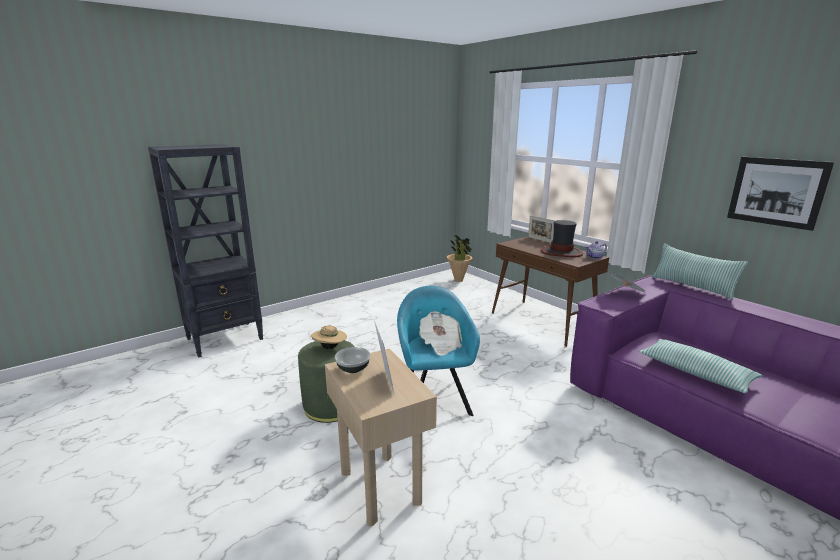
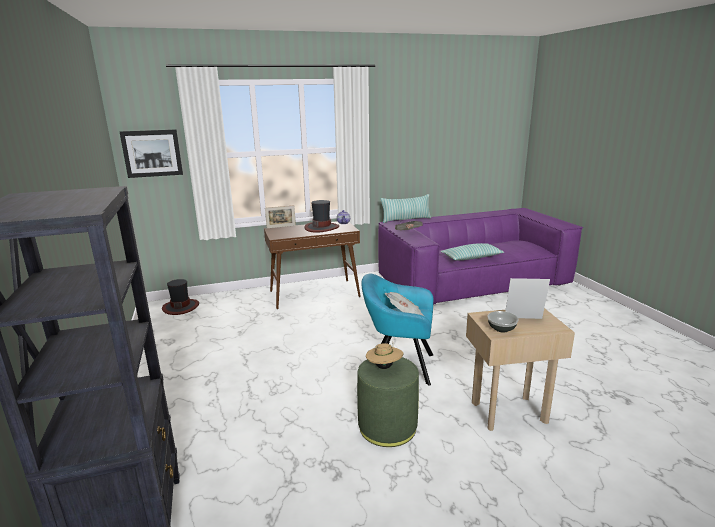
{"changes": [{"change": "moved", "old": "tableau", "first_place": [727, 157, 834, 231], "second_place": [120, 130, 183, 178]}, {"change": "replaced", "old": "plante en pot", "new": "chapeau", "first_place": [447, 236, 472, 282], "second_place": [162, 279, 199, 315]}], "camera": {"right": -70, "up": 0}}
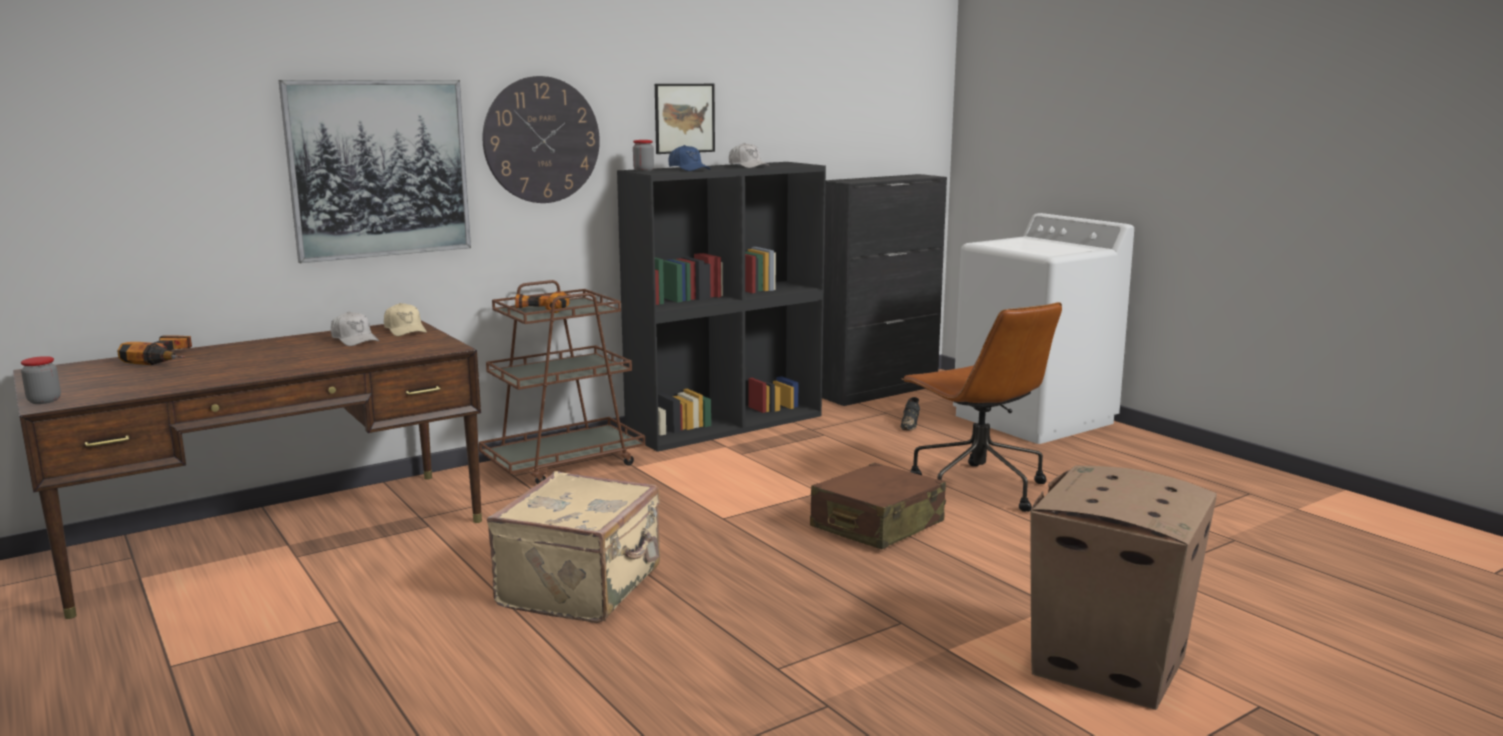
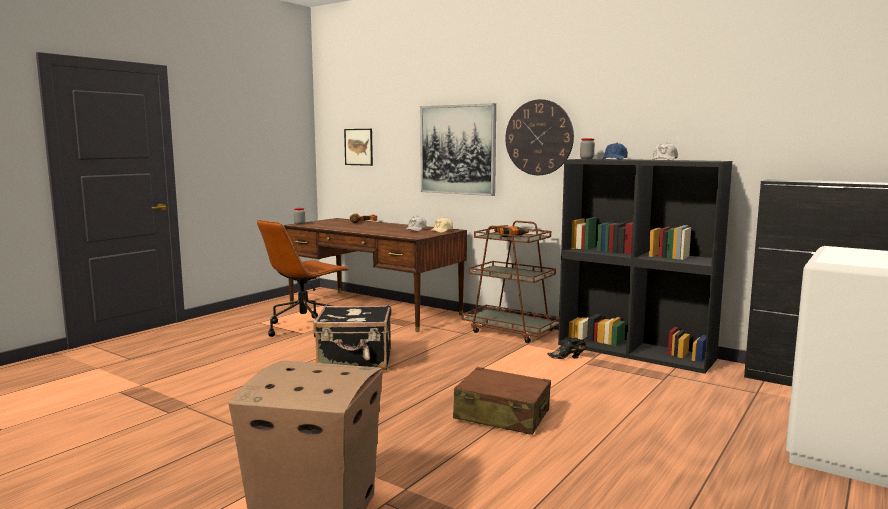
{"changes": [{"change": "moved", "old": "chaise de bureau/marron", "first_place": [902, 302, 1062, 512], "second_place": [257, 220, 349, 338]}, {"change": "recoloured", "old": "valise/beige", "new": "valise/noir", "first_place": [487, 471, 660, 623], "second_place": [313, 305, 391, 370]}, {"change": "moved", "old": "tableau", "first_place": [655, 84, 715, 154], "second_place": [344, 129, 373, 166]}, {"change": "moved", "old": "chaussure/noir", "first_place": [900, 397, 920, 430], "second_place": [547, 339, 586, 359]}], "camera": {"right": 70, "up": -5}}
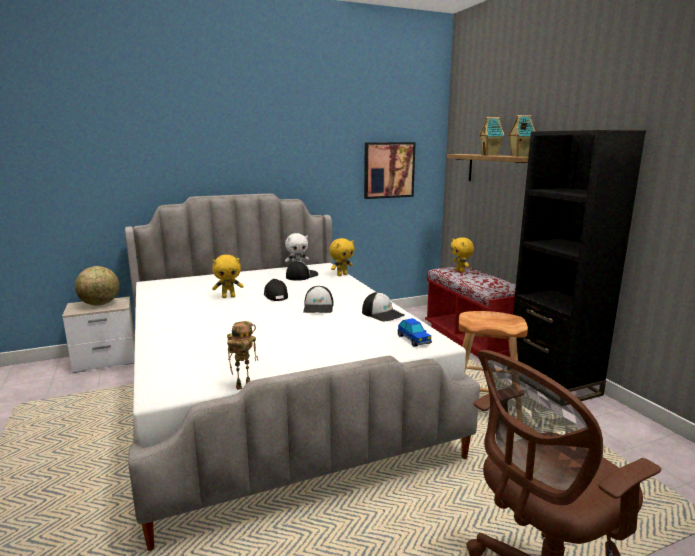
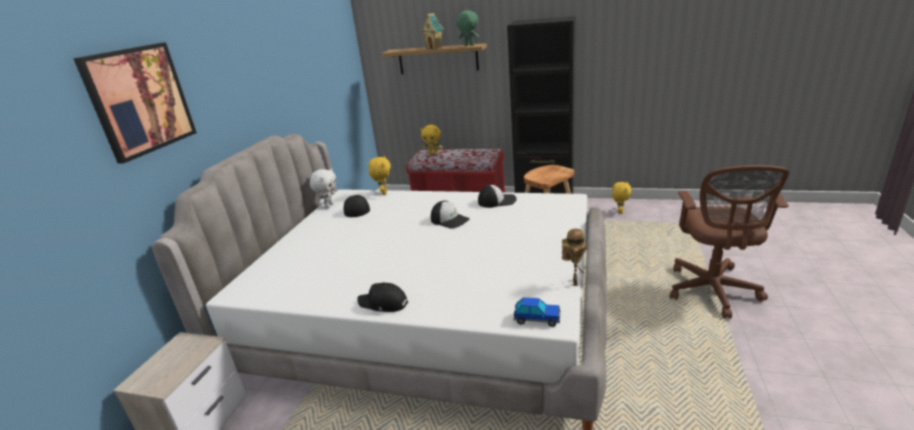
{"changes": [{"change": "moved", "old": "tableau", "first_place": [364, 142, 416, 199], "second_place": [73, 42, 197, 164]}, {"change": "moved", "old": "casquette/noir", "first_place": [264, 279, 288, 301], "second_place": [357, 282, 408, 312]}, {"change": "replaced", "old": "maison miniature", "new": "peluche/vert", "first_place": [508, 115, 535, 157], "second_place": [456, 10, 479, 46]}, {"change": "moved", "old": "petite voiture", "first_place": [397, 318, 432, 347], "second_place": [514, 297, 560, 327]}, {"change": "moved", "old": "peluche/jaune", "first_place": [212, 255, 244, 298], "second_place": [612, 182, 632, 214]}, {"change": "removed", "old": "globe", "first_place": [75, 266, 119, 306]}], "camera": {"right": -50, "up": 10}}
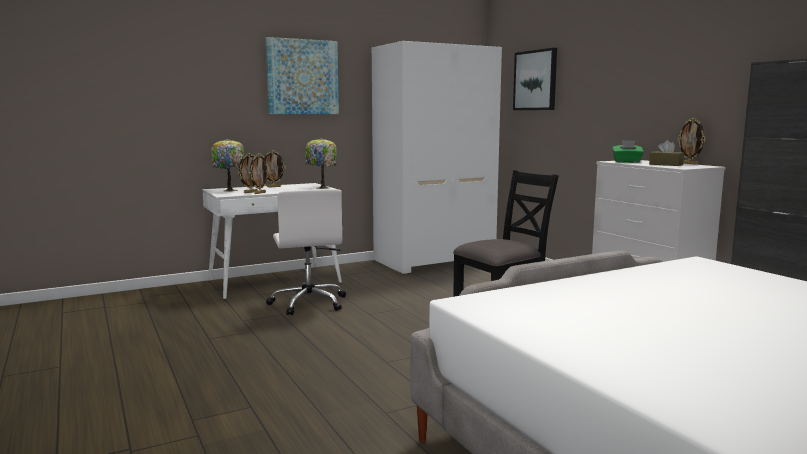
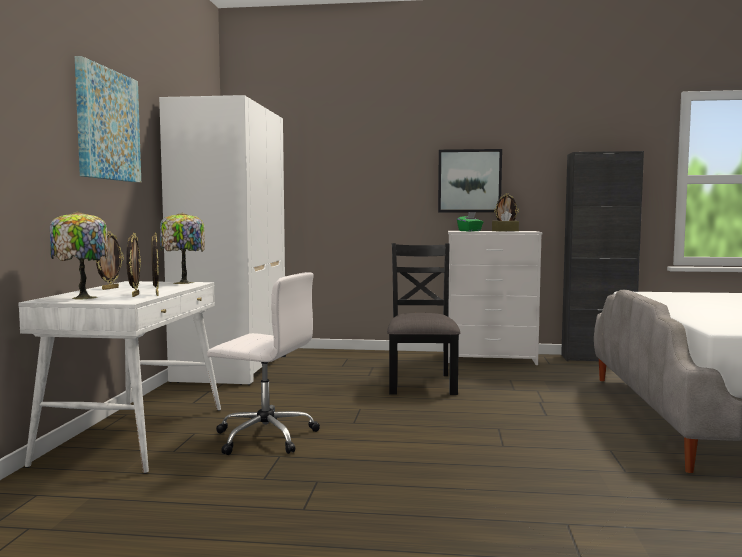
{"changes": [{"change": "moved", "old": "tableau", "first_place": [513, 48, 557, 110], "second_place": [438, 149, 502, 212]}], "camera": {"right": -55, "up": -5}}
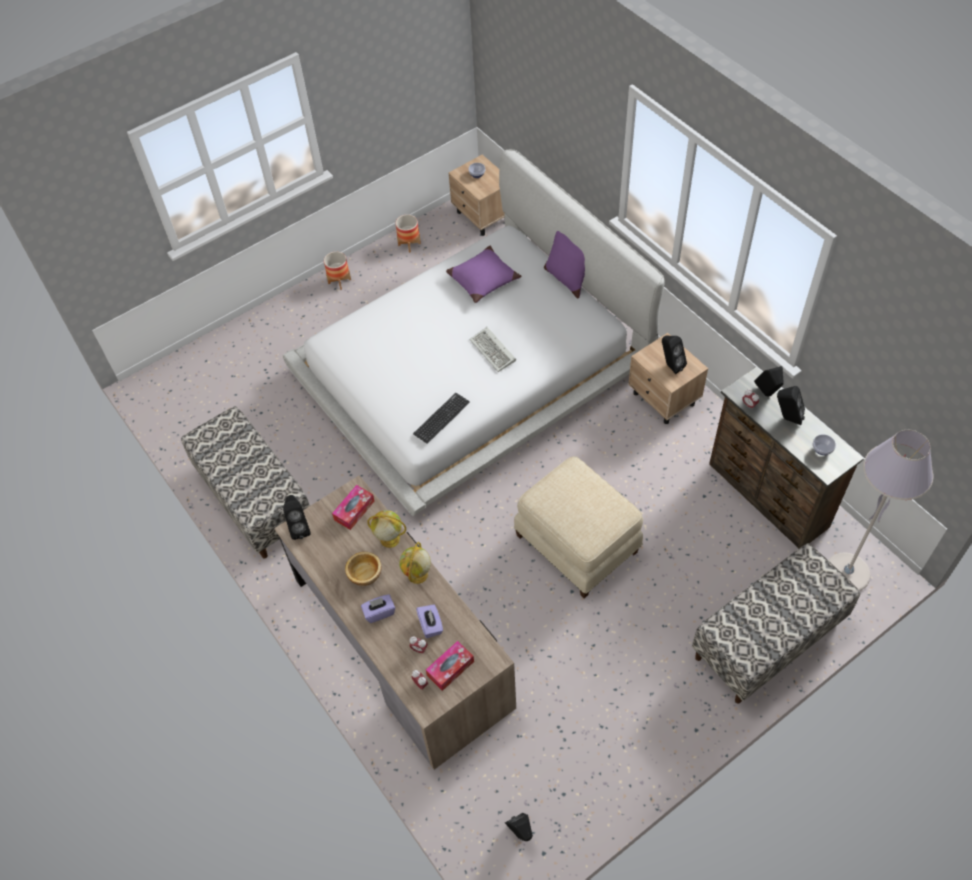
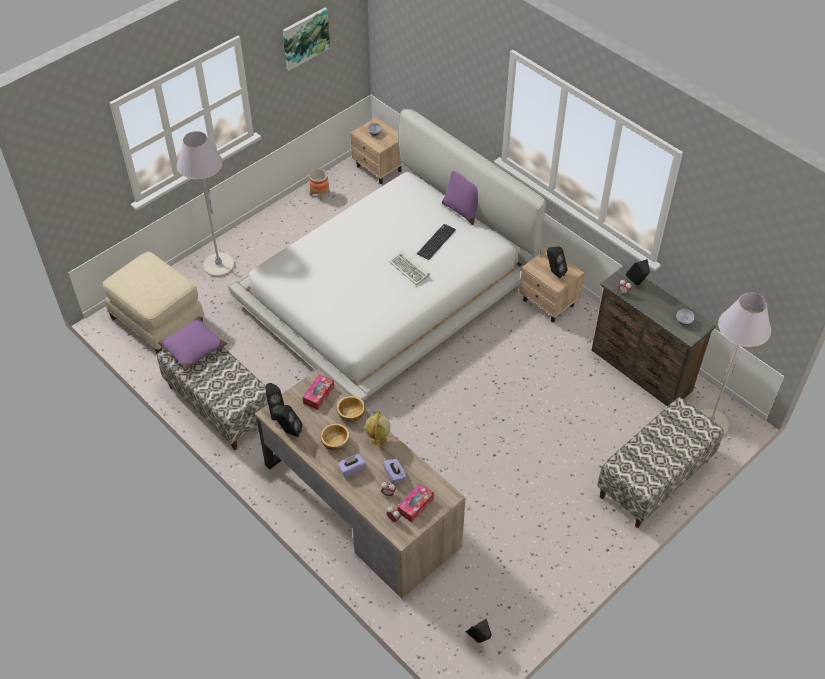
{"changes": [{"change": "moved", "old": "pouf/beige", "first_place": [514, 456, 643, 598], "second_place": [103, 252, 204, 354]}, {"change": "moved", "old": "coussin/violet", "first_place": [446, 246, 521, 303], "second_place": [158, 316, 227, 371]}, {"change": "added", "new": "lampadaire/gris", "second_place": [177, 131, 235, 277]}, {"change": "moved", "old": "enceinte/noir", "first_place": [777, 386, 805, 425], "second_place": [273, 405, 302, 437]}, {"change": "added", "new": "tableau", "second_place": [283, 8, 330, 71]}, {"change": "replaced", "old": "globe", "new": "bol", "first_place": [367, 510, 406, 548], "second_place": [337, 396, 365, 422]}, {"change": "moved", "old": "clavier", "first_place": [413, 393, 470, 444], "second_place": [417, 224, 456, 260]}, {"change": "removed", "old": "cache-pot", "first_place": [324, 252, 351, 290]}], "camera": {"right": -10, "up": -5}}
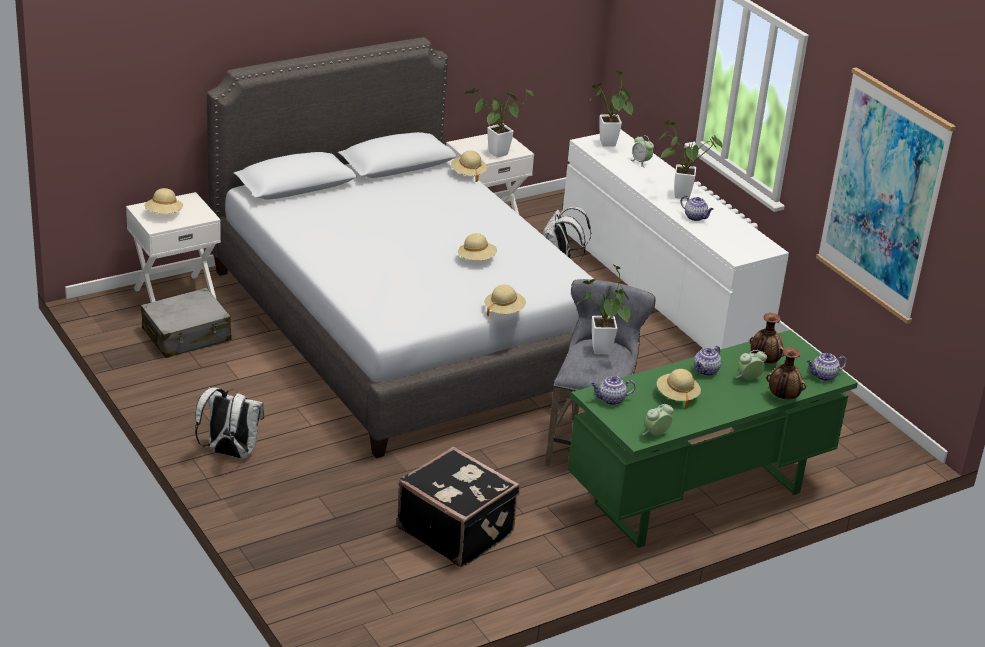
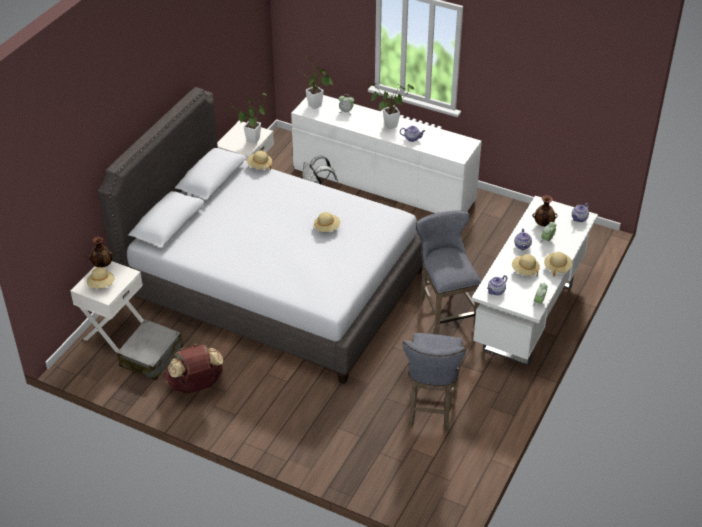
{"changes": [{"change": "moved", "old": "vase", "first_place": [766, 347, 806, 399], "second_place": [88, 236, 114, 267]}, {"change": "added", "new": "sac à dos/marron", "second_place": [164, 344, 224, 394]}, {"change": "replaced", "old": "valise/noir", "new": "tabouret/gris", "first_place": [397, 447, 520, 568], "second_place": [403, 333, 466, 431]}, {"change": "recoloured", "old": "bureau/vert", "new": "bureau/blanc", "first_place": [568, 330, 858, 548], "second_place": [471, 196, 598, 366]}, {"change": "moved", "old": "chapeau/beige", "first_place": [484, 285, 526, 316], "second_place": [544, 252, 572, 277]}, {"change": "removed", "old": "sac à dos/blanc", "first_place": [195, 388, 264, 459]}, {"change": "removed", "old": "plante en pot", "first_place": [576, 265, 630, 354]}, {"change": "removed", "old": "tableau", "first_place": [816, 67, 956, 324]}], "camera": {"right": -30, "up": 10}}
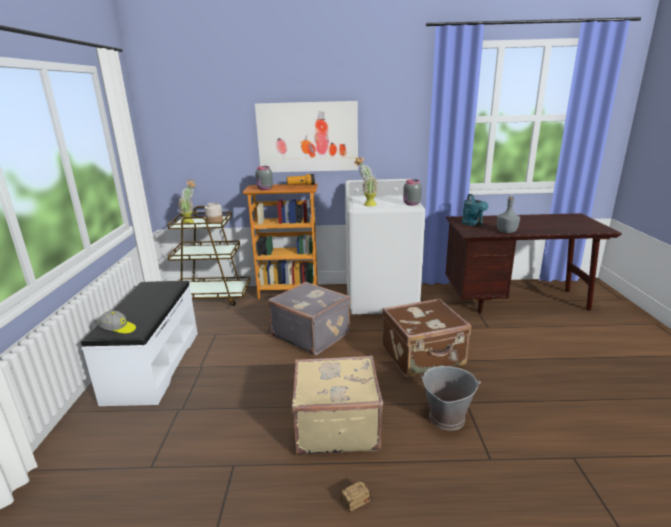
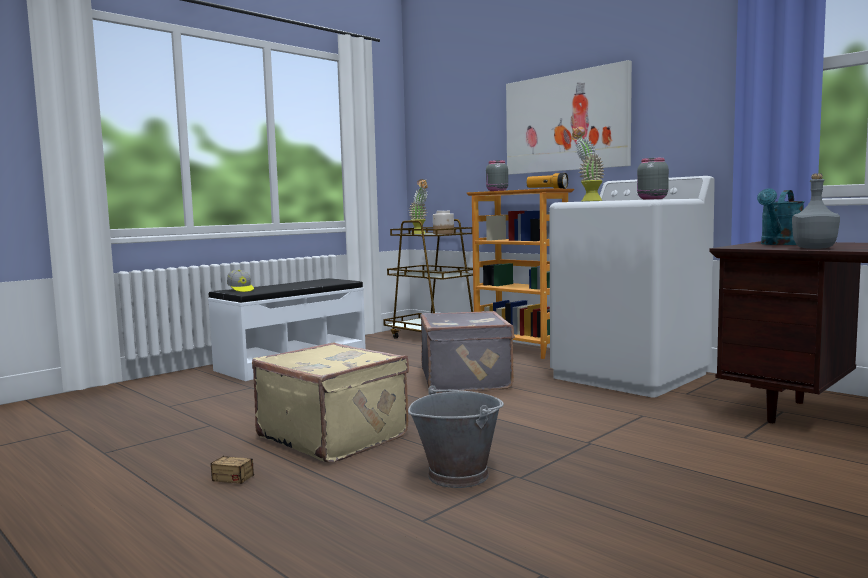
{"changes": [{"change": "removed", "old": "valise/marron", "first_place": [382, 298, 471, 377]}], "camera": {"right": 45, "up": -15}}
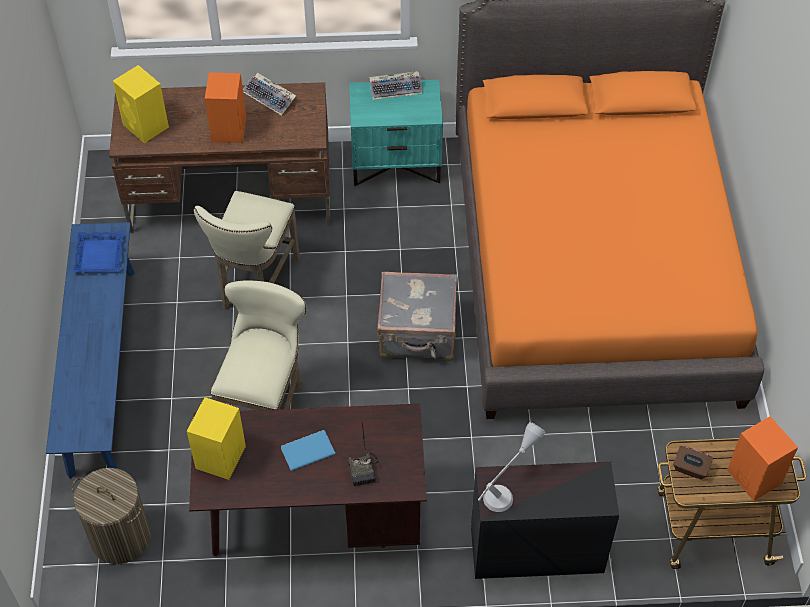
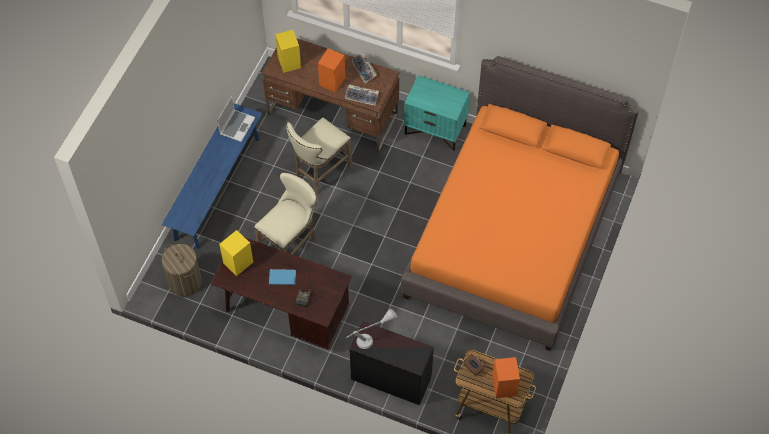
{"changes": [{"change": "replaced", "old": "plateau/bleu", "new": "ordinateur portable", "first_place": [73, 231, 124, 272], "second_place": [217, 96, 255, 142]}, {"change": "moved", "old": "clavier", "first_place": [369, 71, 423, 100], "second_place": [345, 84, 379, 105]}, {"change": "removed", "old": "valise/gris", "first_place": [377, 272, 457, 360]}], "camera": {"right": 25, "up": 5}}
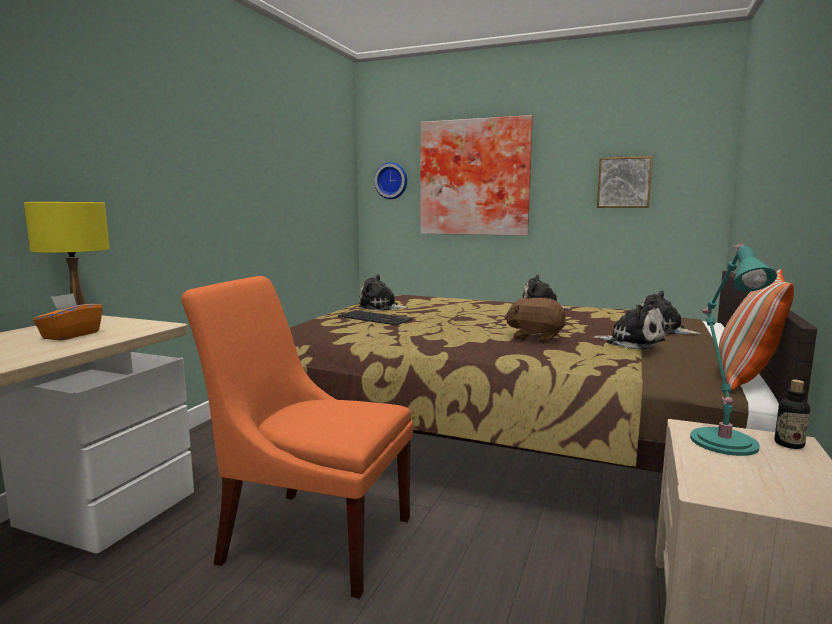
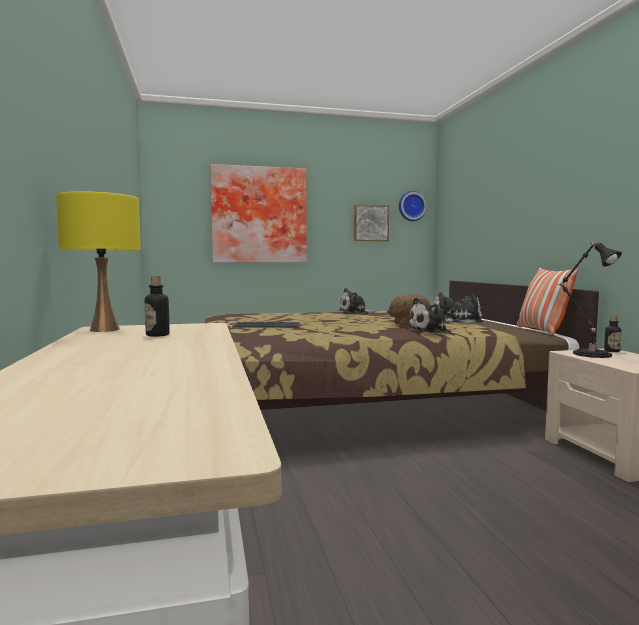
{"changes": [{"change": "replaced", "old": "boîte à mouchoirs/orange", "new": "bouteille", "first_place": [33, 293, 103, 341], "second_place": [145, 276, 170, 337]}, {"change": "moved", "old": "horloge murale", "first_place": [374, 162, 407, 199], "second_place": [399, 191, 427, 221]}, {"change": "moved", "old": "peluche", "first_place": [358, 274, 410, 311], "second_place": [406, 298, 455, 334]}, {"change": "recoloured", "old": "lampe de table/turquoise", "new": "lampe de table/noir", "first_place": [690, 244, 777, 456], "second_place": [559, 242, 622, 358]}, {"change": "removed", "old": "chaise/orange", "first_place": [182, 276, 413, 599]}], "camera": {"right": -35, "up": -5}}
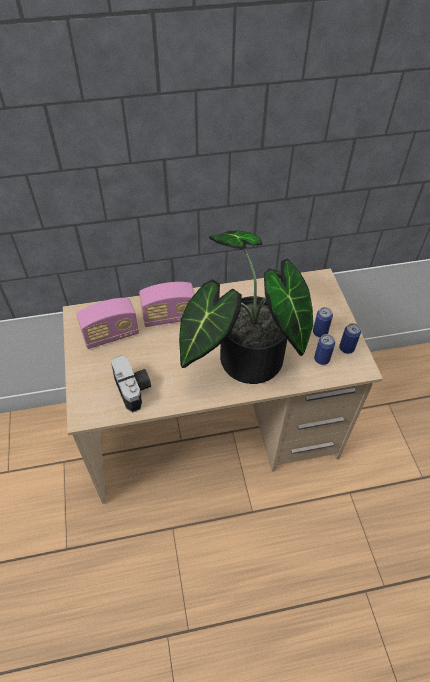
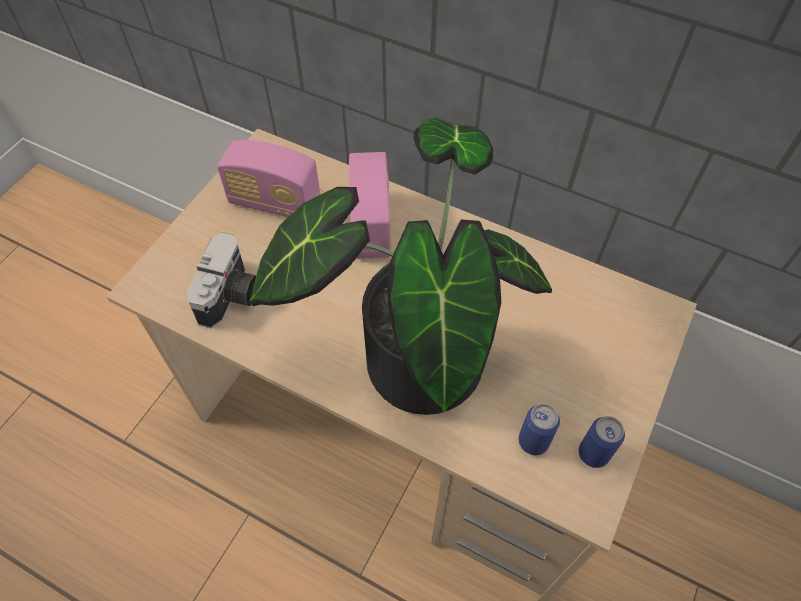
{"changes": [{"change": "turned", "old": "radio", "first_place": [139, 282, 195, 327], "second_place": [349, 152, 391, 259], "degrees": -120}, {"change": "removed", "old": "boîte métallique", "first_place": [313, 307, 333, 337]}], "camera": {"right": 40, "up": 5}}
